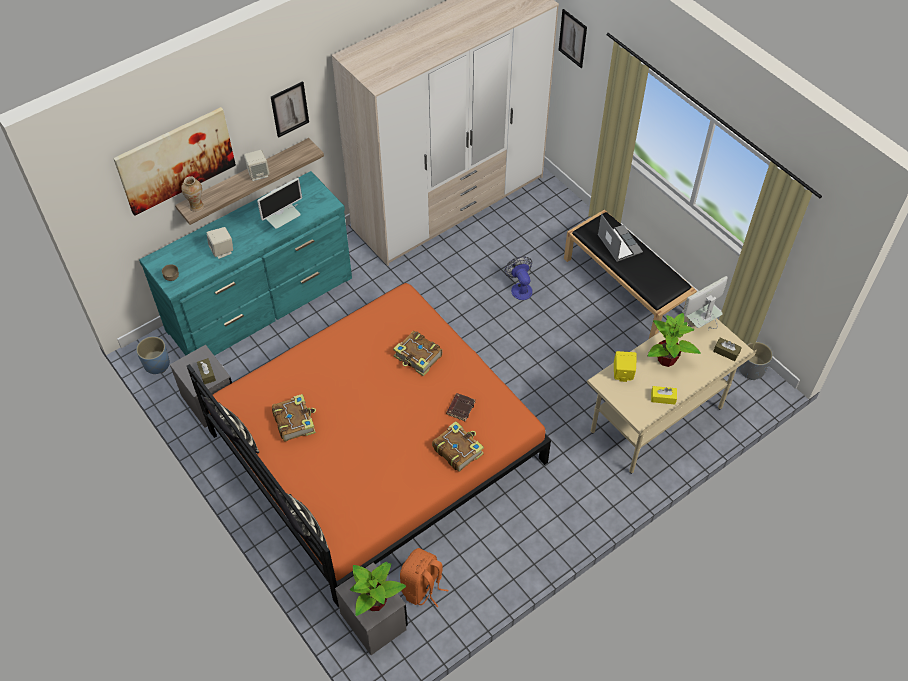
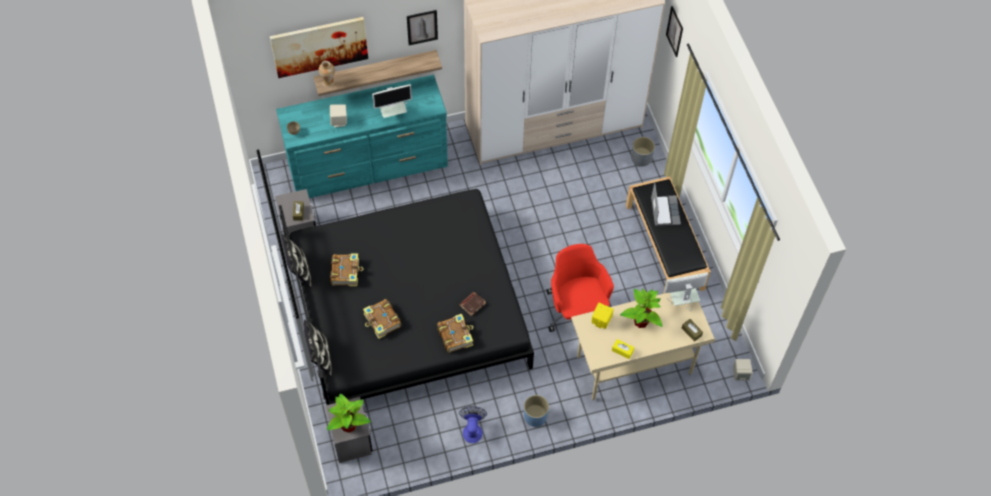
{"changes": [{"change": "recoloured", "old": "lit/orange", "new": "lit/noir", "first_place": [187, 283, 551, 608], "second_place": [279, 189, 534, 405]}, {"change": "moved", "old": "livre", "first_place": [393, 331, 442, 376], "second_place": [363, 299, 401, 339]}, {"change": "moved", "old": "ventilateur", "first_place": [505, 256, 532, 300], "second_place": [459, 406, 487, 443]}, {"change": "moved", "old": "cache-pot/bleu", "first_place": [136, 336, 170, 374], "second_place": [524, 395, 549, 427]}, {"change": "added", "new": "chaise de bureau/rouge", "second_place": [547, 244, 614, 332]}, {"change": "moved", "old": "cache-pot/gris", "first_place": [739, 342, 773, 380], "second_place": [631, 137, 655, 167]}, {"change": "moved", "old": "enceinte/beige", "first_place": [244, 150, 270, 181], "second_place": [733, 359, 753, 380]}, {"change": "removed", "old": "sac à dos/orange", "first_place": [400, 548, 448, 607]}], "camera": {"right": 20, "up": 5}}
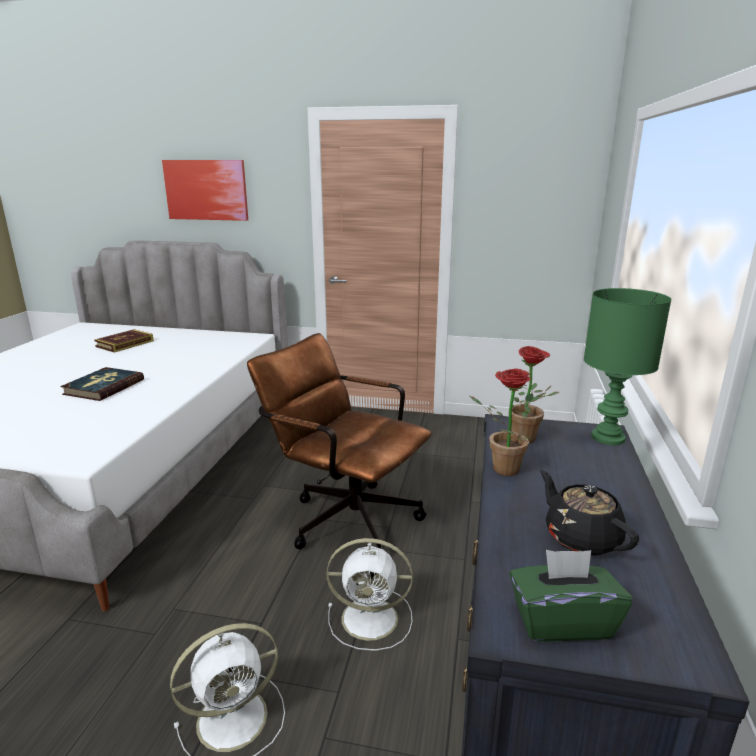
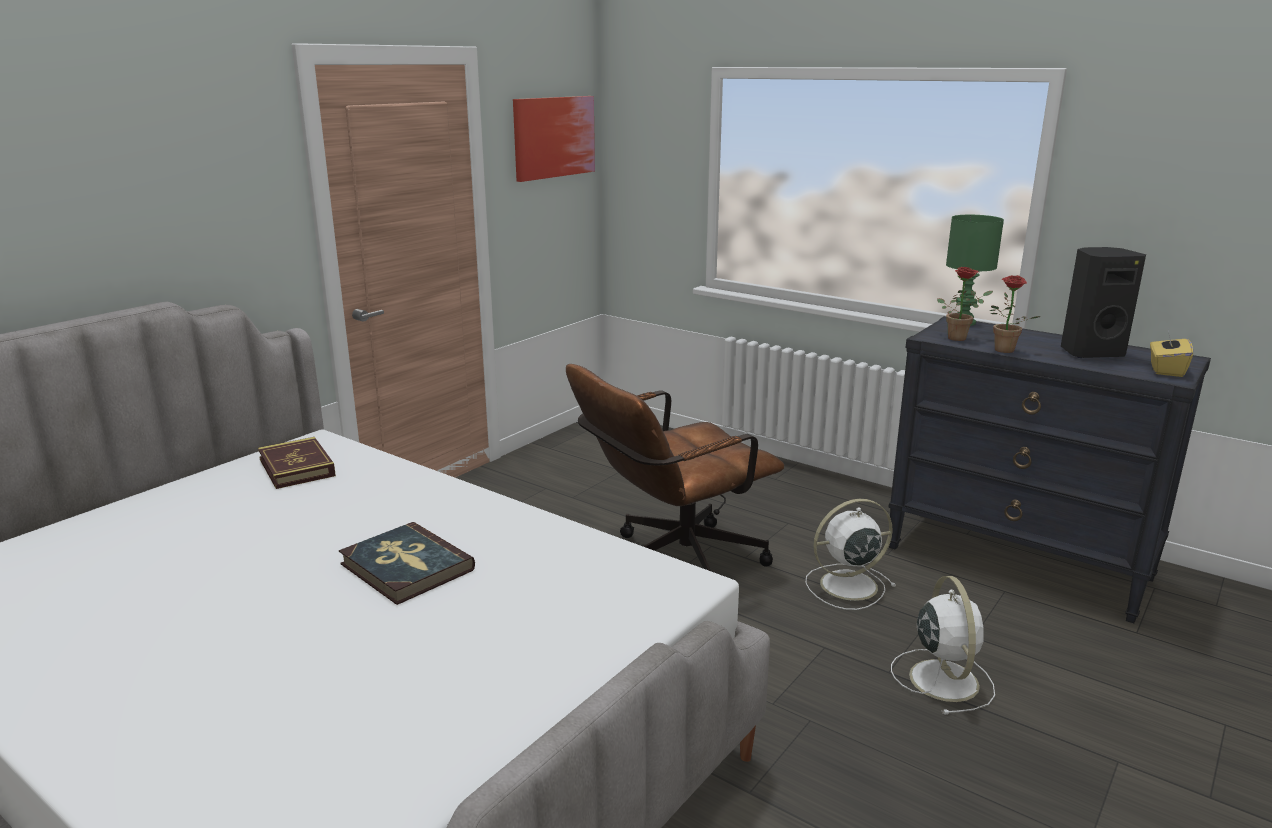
{"changes": [{"change": "moved", "old": "livre", "first_place": [94, 329, 154, 353], "second_place": [258, 437, 336, 489]}, {"change": "moved", "old": "tableau", "first_place": [162, 160, 248, 221], "second_place": [513, 96, 595, 182]}, {"change": "turned", "old": "ventilateur/blanc", "first_place": [327, 538, 412, 651], "second_place": [805, 499, 896, 610], "degrees": -135}, {"change": "replaced", "old": "théière/noir", "new": "enceinte/noir", "first_place": [540, 470, 639, 556], "second_place": [1061, 247, 1146, 358]}, {"change": "recoloured", "old": "boîte à mouchoirs/vert", "new": "boîte à mouchoirs/jaune", "first_place": [510, 550, 632, 642], "second_place": [1150, 330, 1193, 377]}], "camera": {"right": -65, "up": 0}}
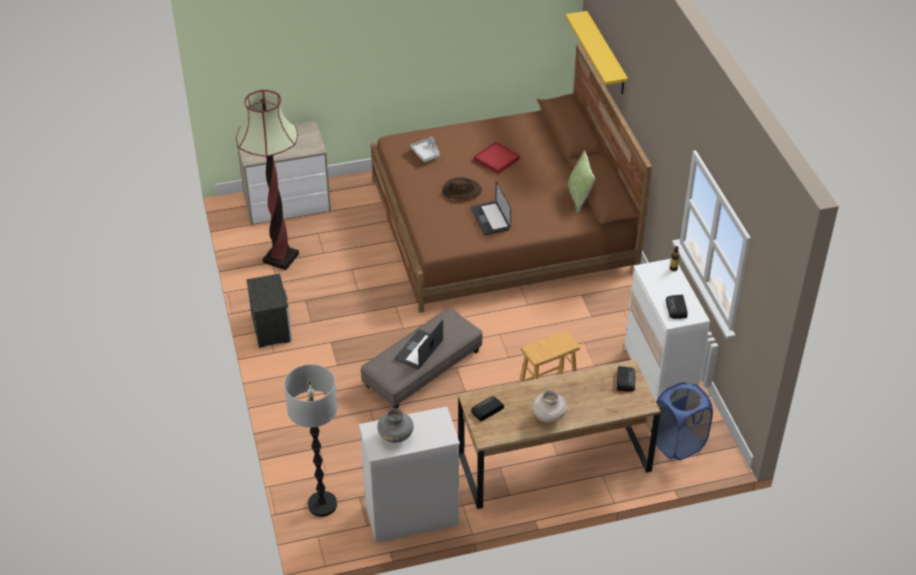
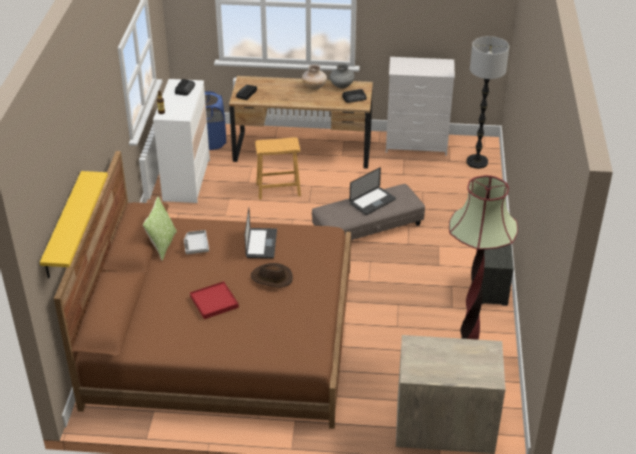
{"changes": [{"change": "moved", "old": "plateau/gris", "first_place": [410, 137, 439, 162], "second_place": [184, 230, 209, 254]}, {"change": "moved", "old": "vase/gris", "first_place": [377, 408, 414, 443], "second_place": [330, 63, 355, 88]}], "camera": {"right": -160, "up": -5}}
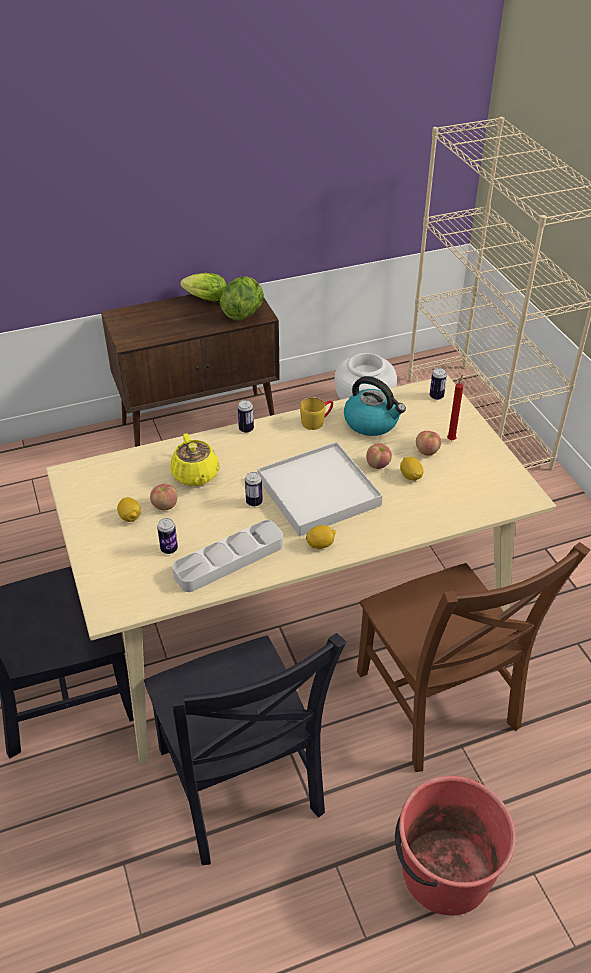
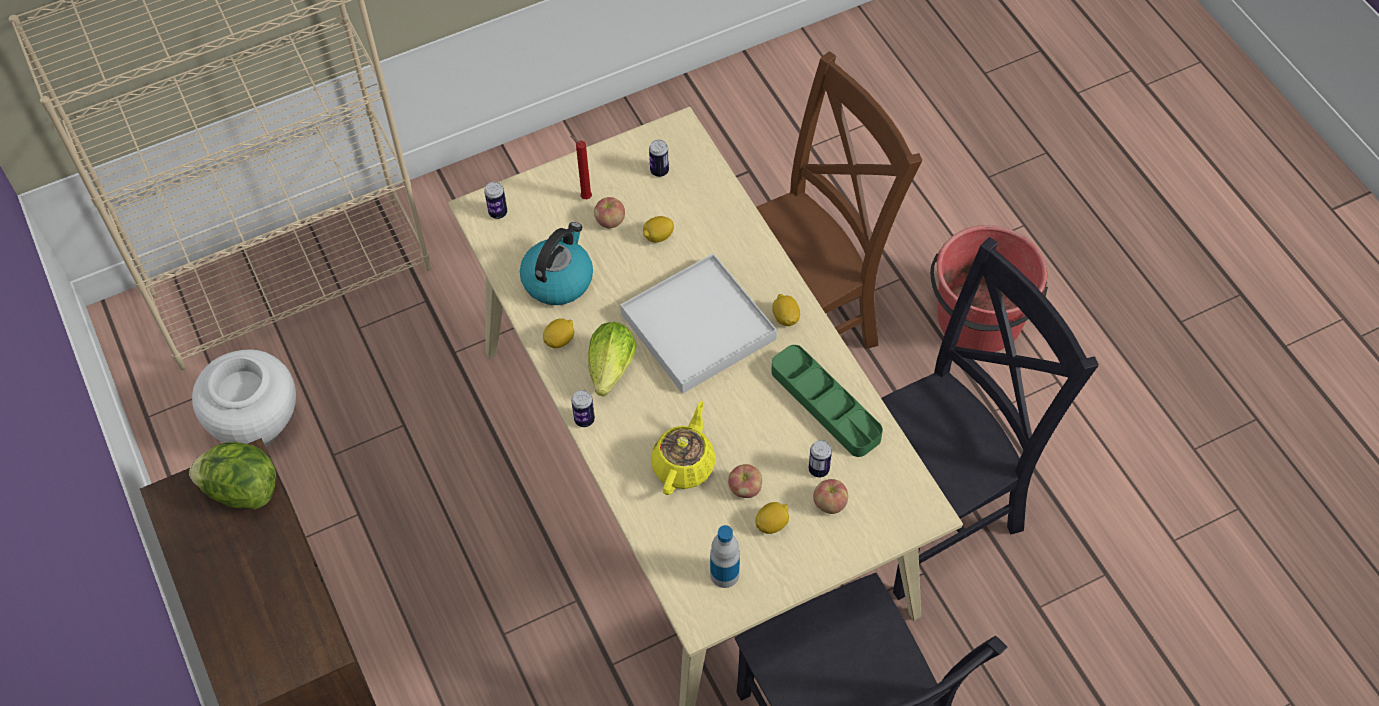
{"changes": [{"change": "replaced", "old": "mug/jaune", "new": "citron", "first_place": [300, 397, 333, 430], "second_place": [543, 318, 574, 348]}, {"change": "moved", "old": "laitue", "first_place": [180, 273, 227, 302], "second_place": [588, 322, 637, 396]}, {"change": "moved", "old": "boîte métallique", "first_place": [245, 472, 263, 507], "second_place": [649, 140, 669, 177]}, {"change": "turned", "old": "théière/jaune", "first_place": [170, 433, 219, 486], "second_place": [651, 401, 716, 495], "degrees": -45}, {"change": "added", "new": "bouteille", "second_place": [710, 525, 740, 588]}, {"change": "recoloured", "old": "plateau/gris", "new": "plateau/vert", "first_place": [172, 520, 283, 592], "second_place": [771, 345, 883, 457]}, {"change": "moved", "old": "pomme", "first_place": [366, 443, 392, 469], "second_place": [813, 479, 848, 514]}], "camera": {"right": -95, "up": 15}}
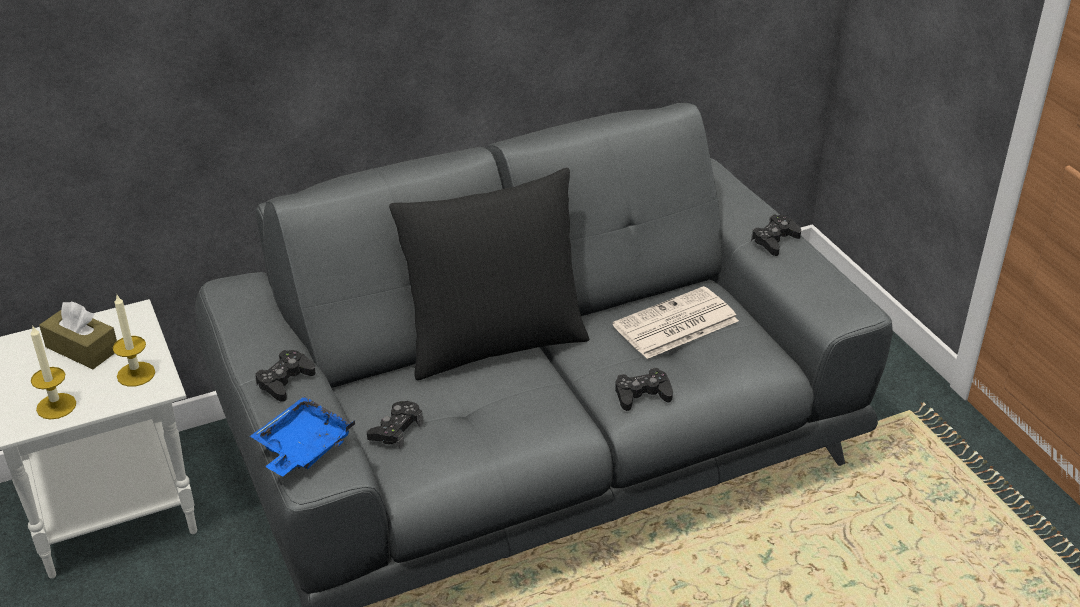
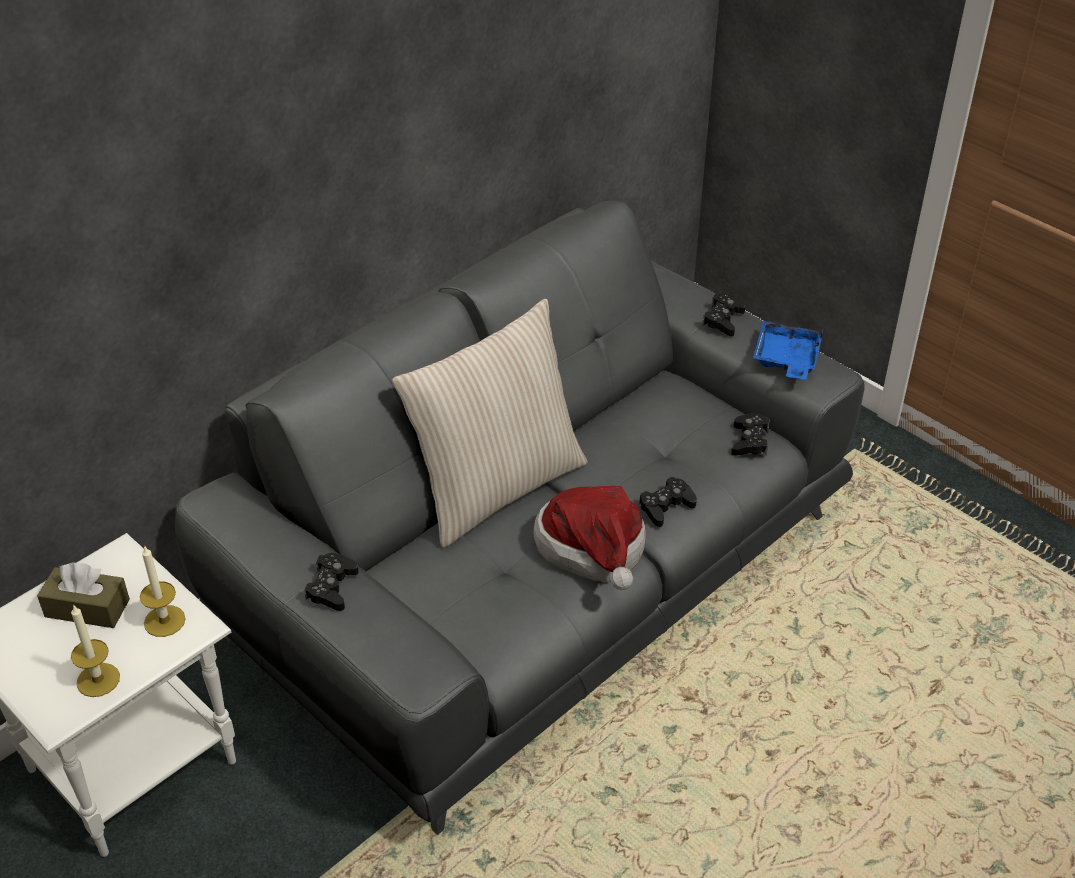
{"changes": [{"change": "recoloured", "old": "coussin/noir", "new": "coussin/beige", "first_place": [389, 168, 589, 380], "second_place": [392, 299, 588, 548]}, {"change": "added", "new": "chapeau", "second_place": [533, 486, 646, 590]}, {"change": "moved", "old": "manette/noir", "first_place": [367, 401, 424, 449], "second_place": [731, 413, 770, 456]}, {"change": "moved", "old": "plateau/bleu", "first_place": [250, 397, 355, 476], "second_place": [753, 321, 824, 380]}, {"change": "removed", "old": "journal", "first_place": [613, 286, 739, 359]}], "camera": {"right": -20, "up": 5}}
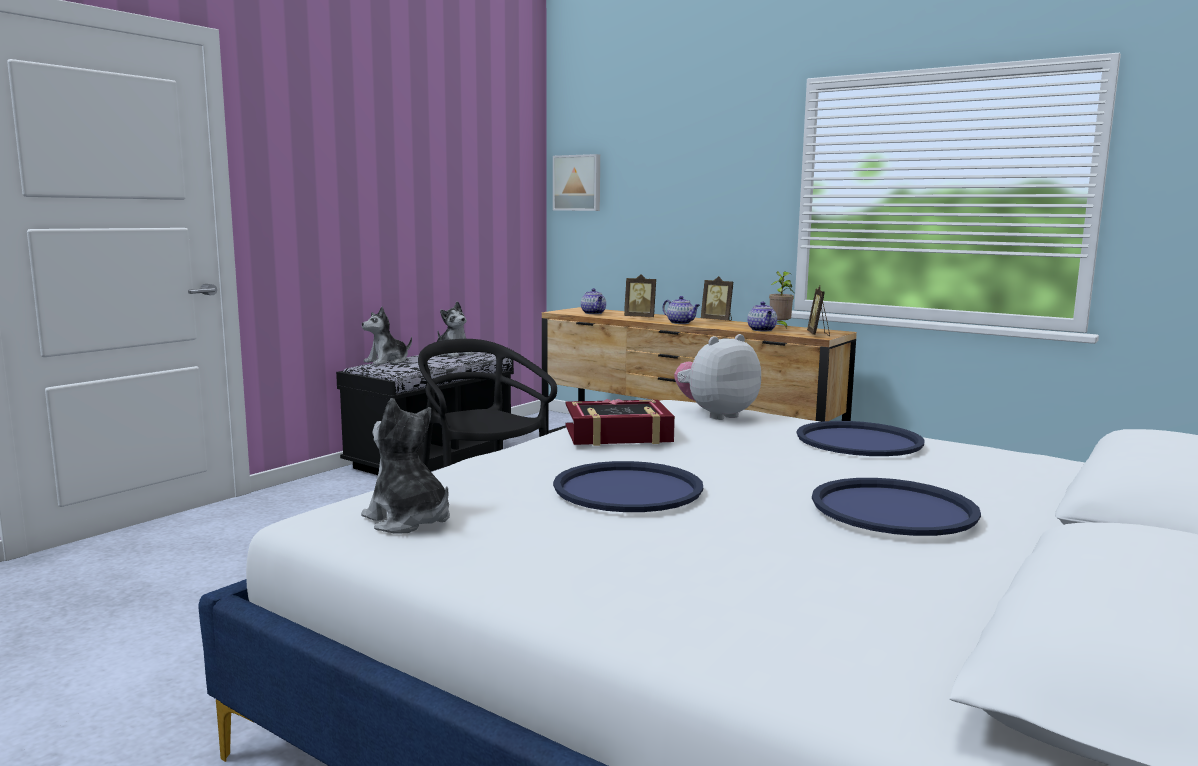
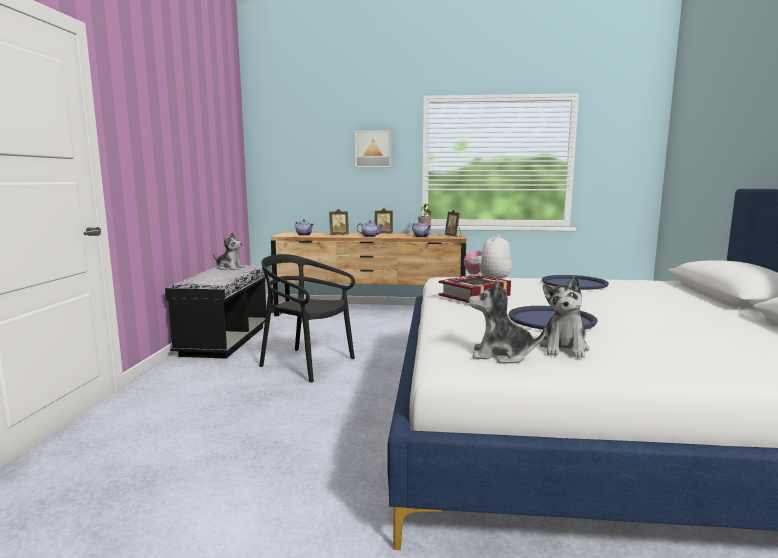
{"changes": [{"change": "moved", "old": "tableau", "first_place": [553, 154, 600, 211], "second_place": [355, 130, 391, 167]}, {"change": "moved", "old": "peluche", "first_place": [362, 307, 412, 365], "second_place": [540, 276, 590, 358]}, {"change": "removed", "old": "plateau/bleu", "first_place": [812, 478, 981, 536]}], "camera": {"right": -30, "up": 0}}
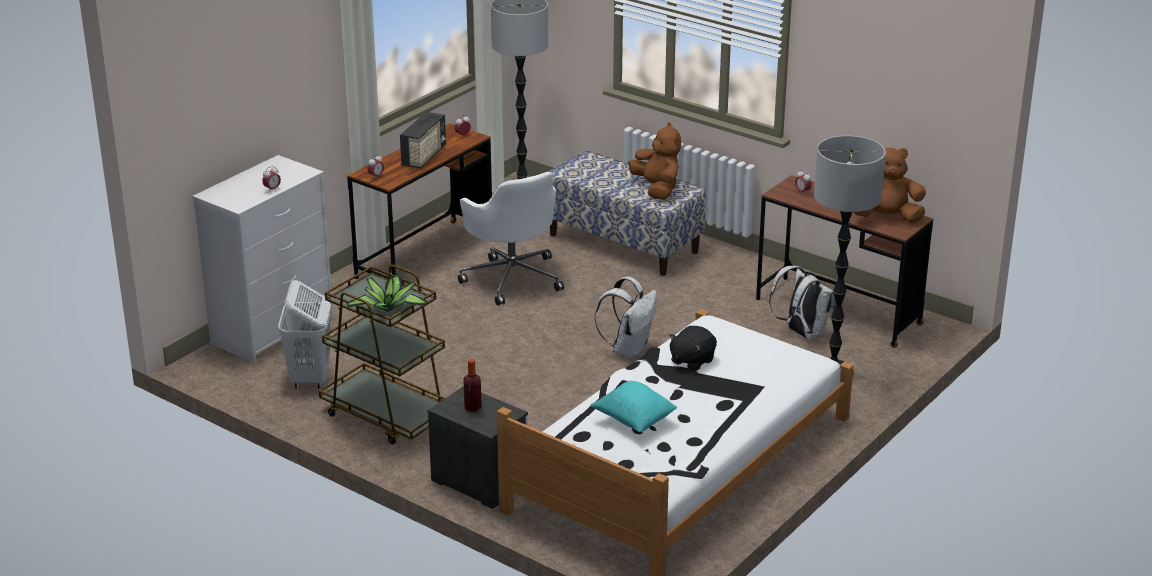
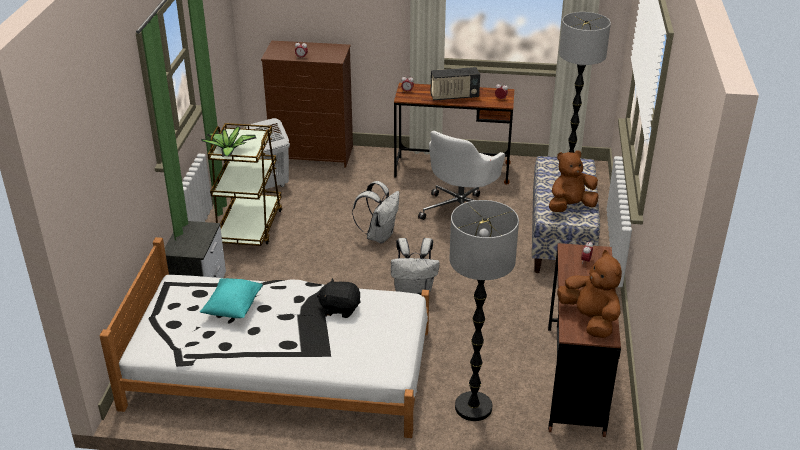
{"changes": [{"change": "recoloured", "old": "commode/blanc", "new": "commode/marron", "first_place": [192, 155, 334, 364], "second_place": [261, 41, 353, 168]}, {"change": "moved", "old": "sac à dos/blanc", "first_place": [769, 266, 835, 339], "second_place": [352, 181, 400, 243]}, {"change": "turned", "old": "peluche/marron", "first_place": [628, 122, 681, 200], "second_place": [549, 150, 598, 212], "degrees": -150}, {"change": "removed", "old": "bouteille", "first_place": [463, 359, 482, 412]}], "camera": {"right": 60, "up": 5}}
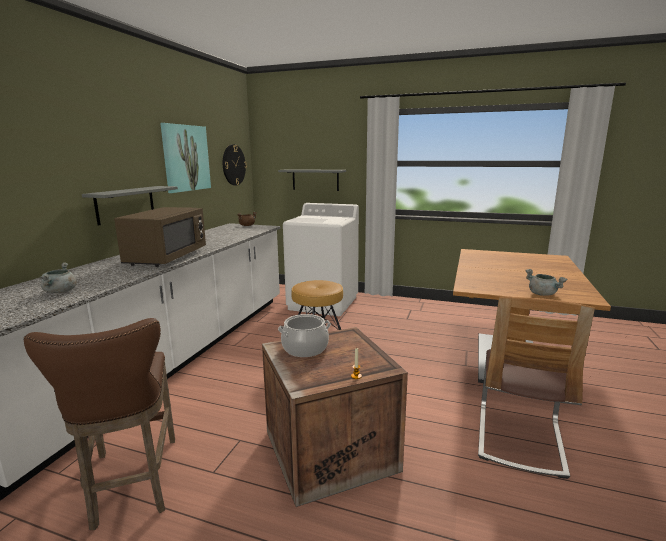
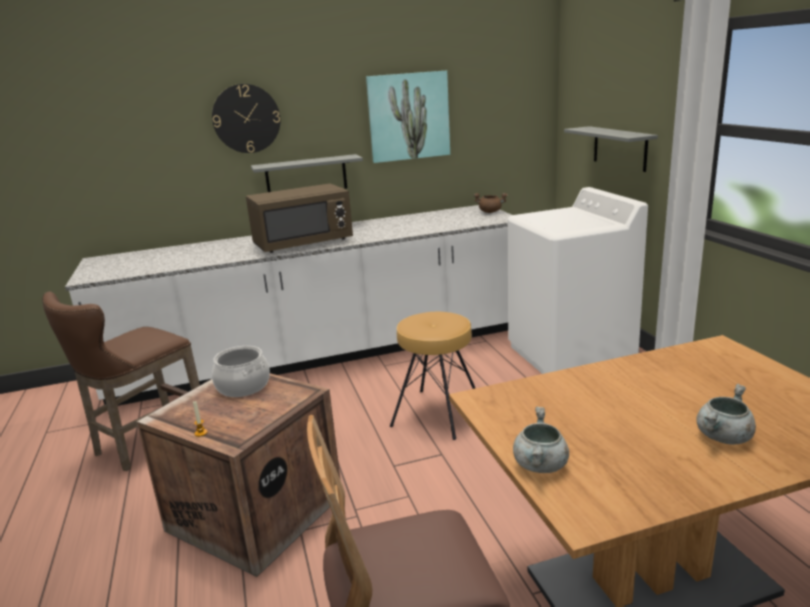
{"changes": [{"change": "moved", "old": "horloge murale", "first_place": [223, 144, 247, 185], "second_place": [212, 84, 280, 153]}, {"change": "moved", "old": "marmite/gris", "first_place": [40, 262, 77, 293], "second_place": [696, 384, 756, 445]}], "camera": {"right": 55, "up": 5}}
